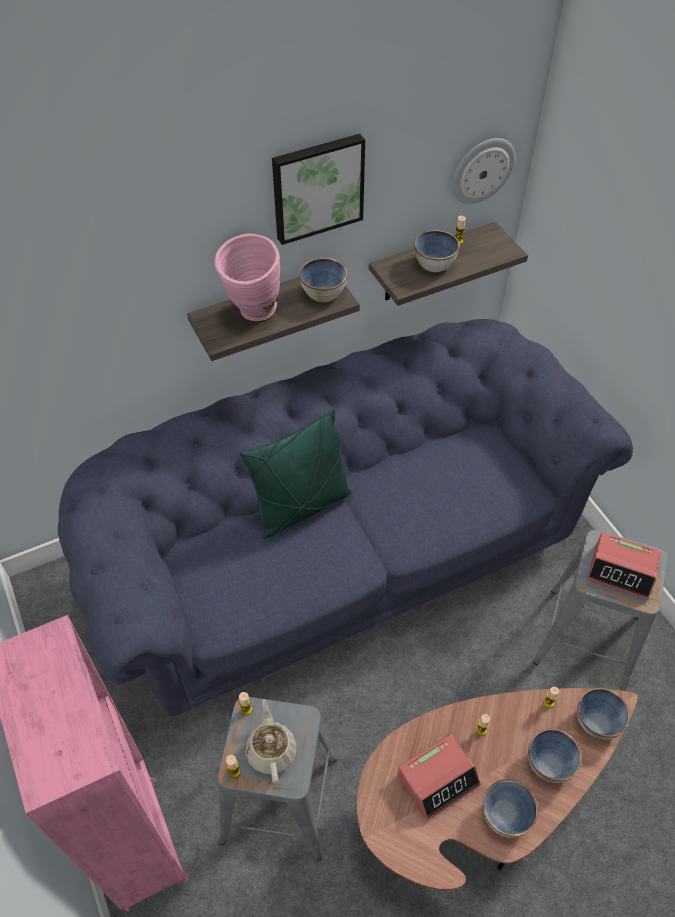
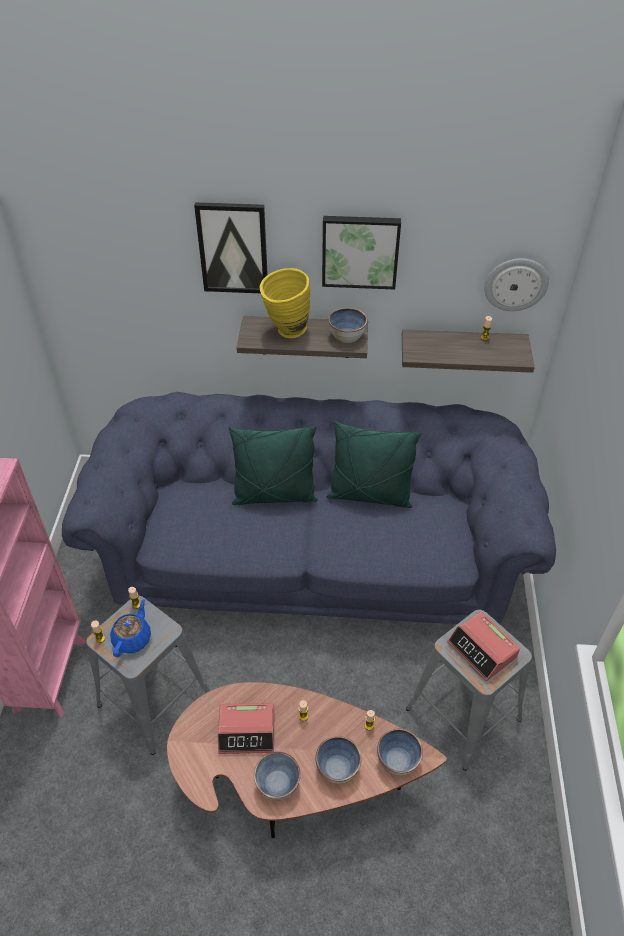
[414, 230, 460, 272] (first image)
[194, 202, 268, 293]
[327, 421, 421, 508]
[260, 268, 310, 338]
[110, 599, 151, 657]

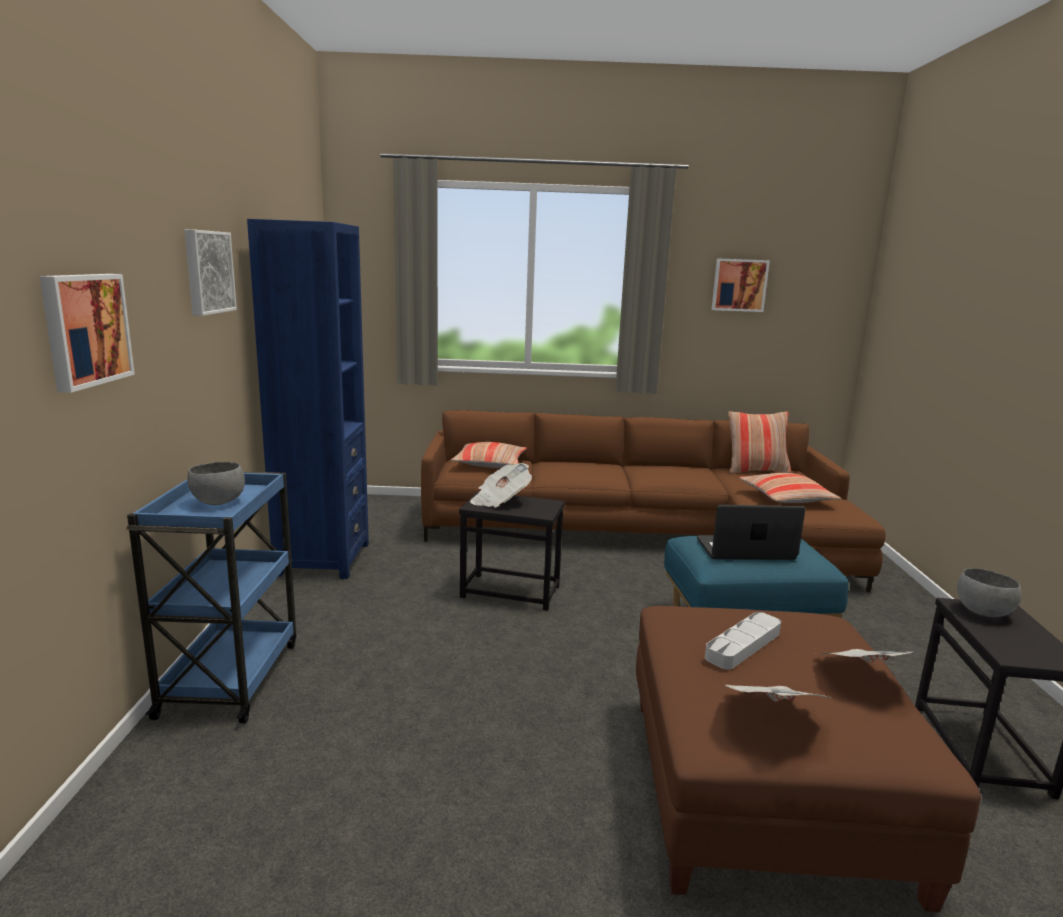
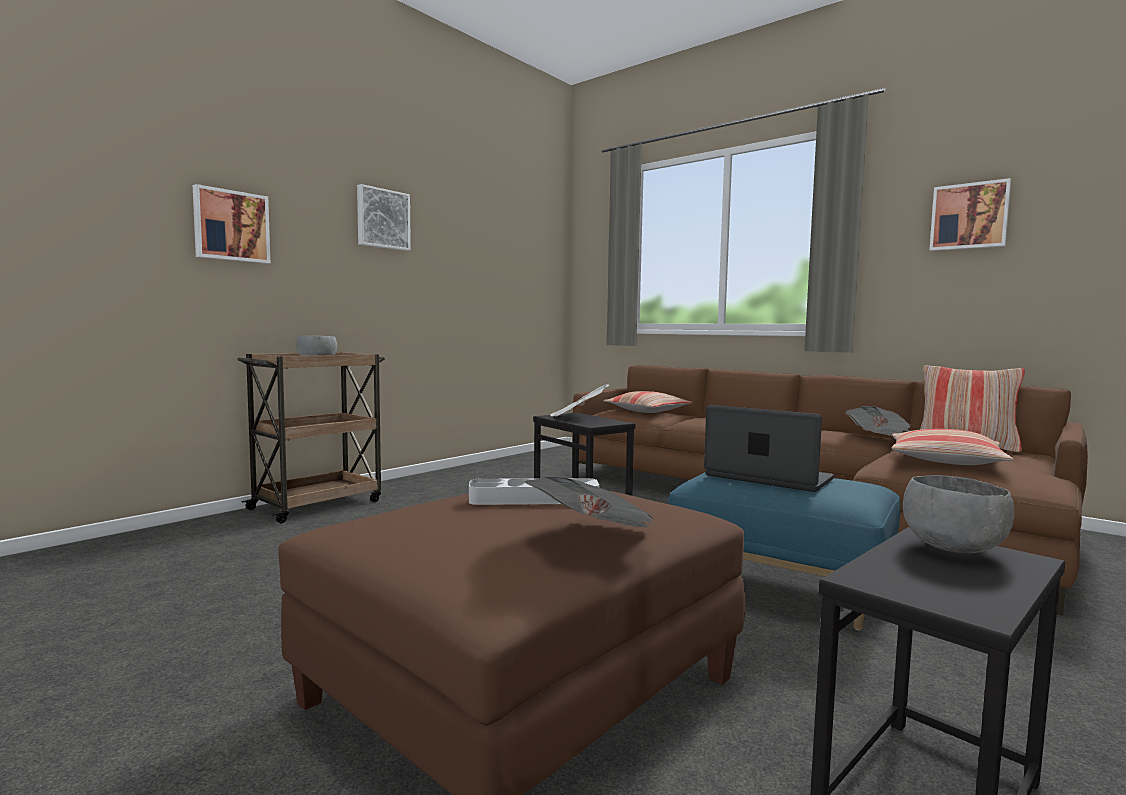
[247, 219, 369, 579] (first image)
[845, 406, 911, 436]
[237, 352, 385, 523]

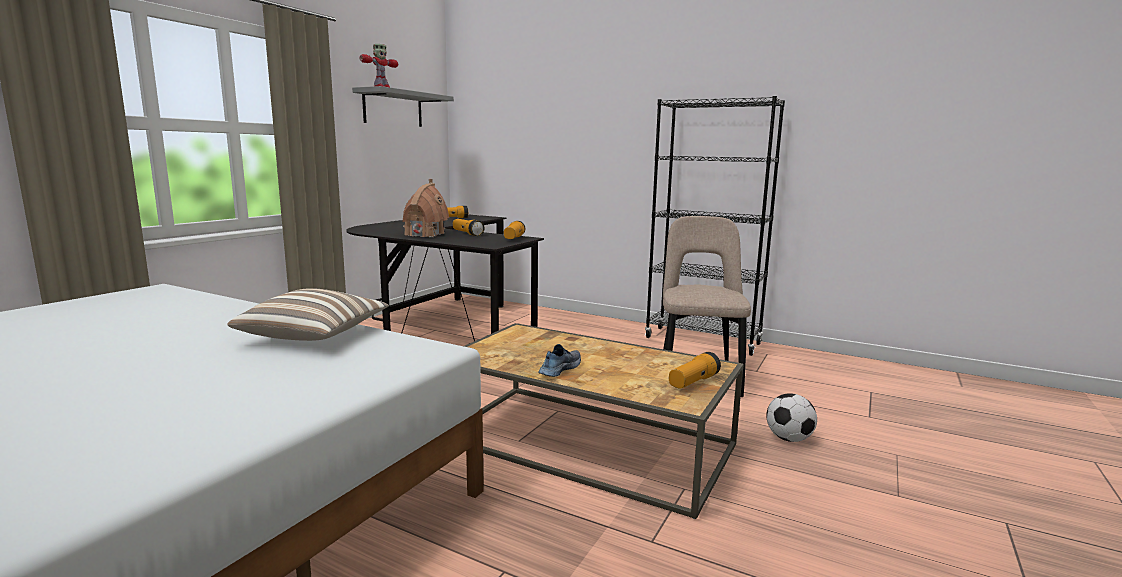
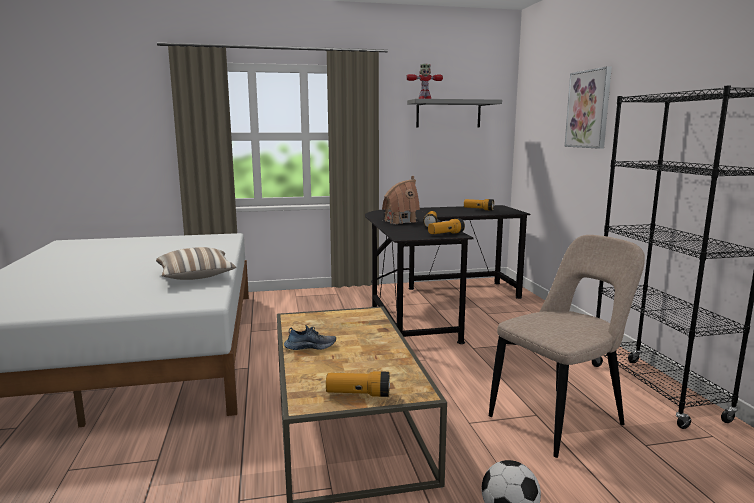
[565, 66, 612, 149]

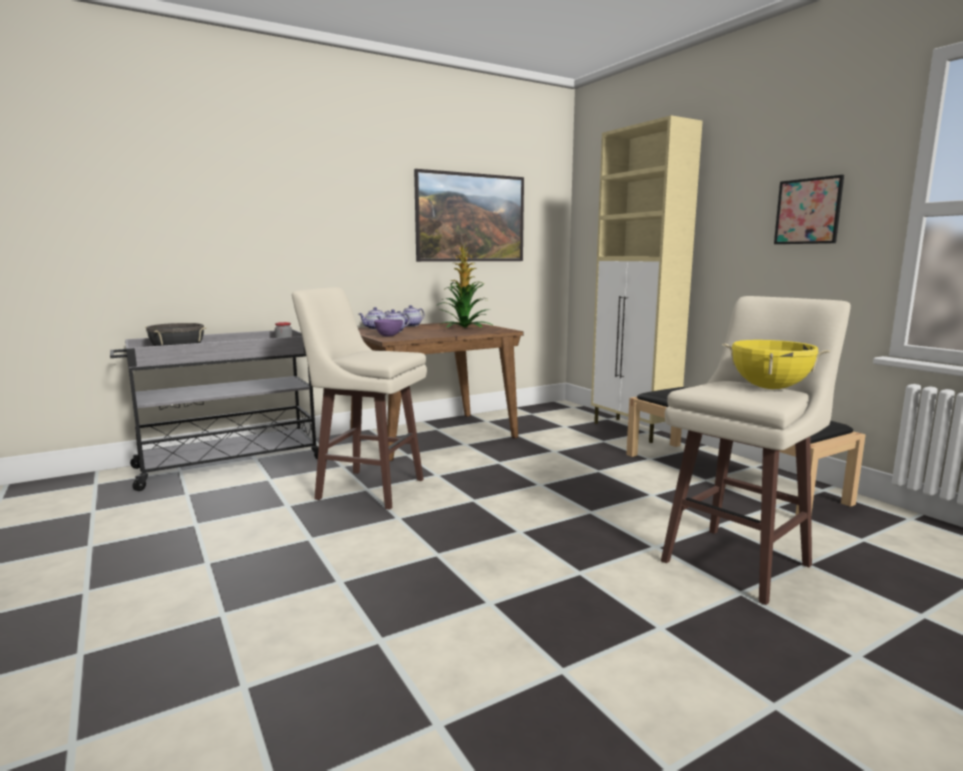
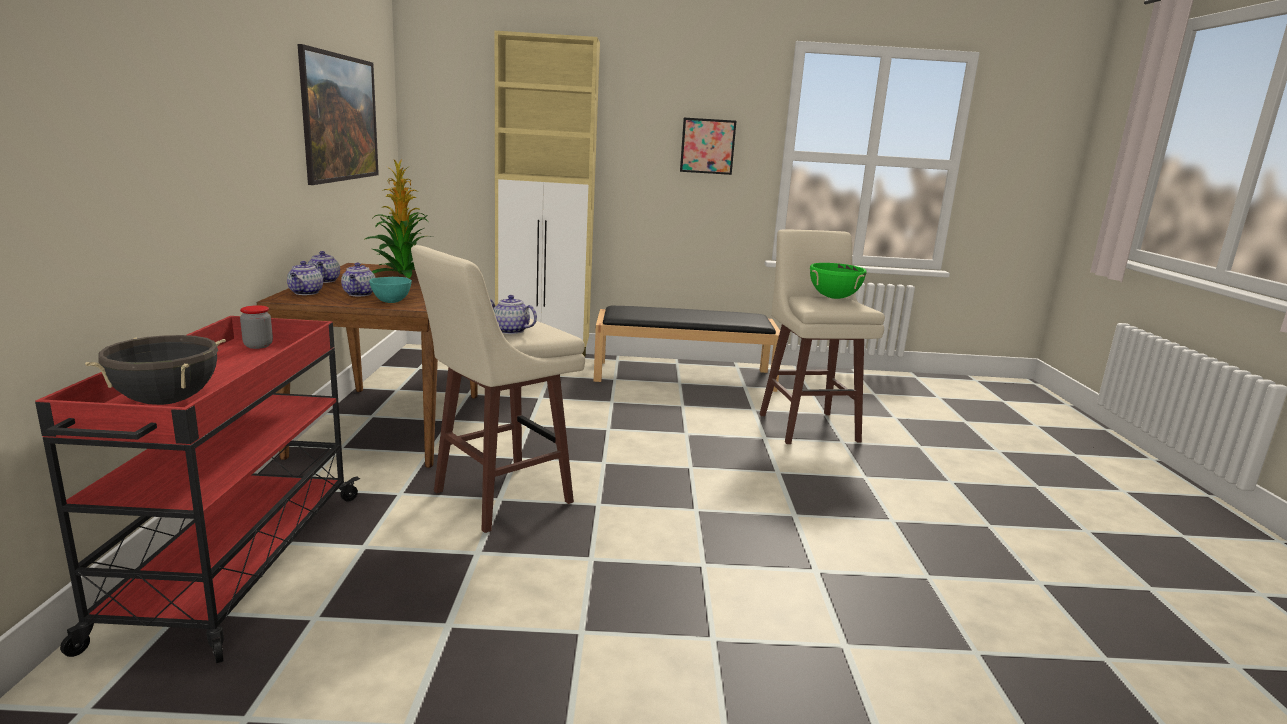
[490, 295, 537, 334]
[35, 316, 360, 664]
[369, 277, 412, 303]
[810, 263, 867, 299]

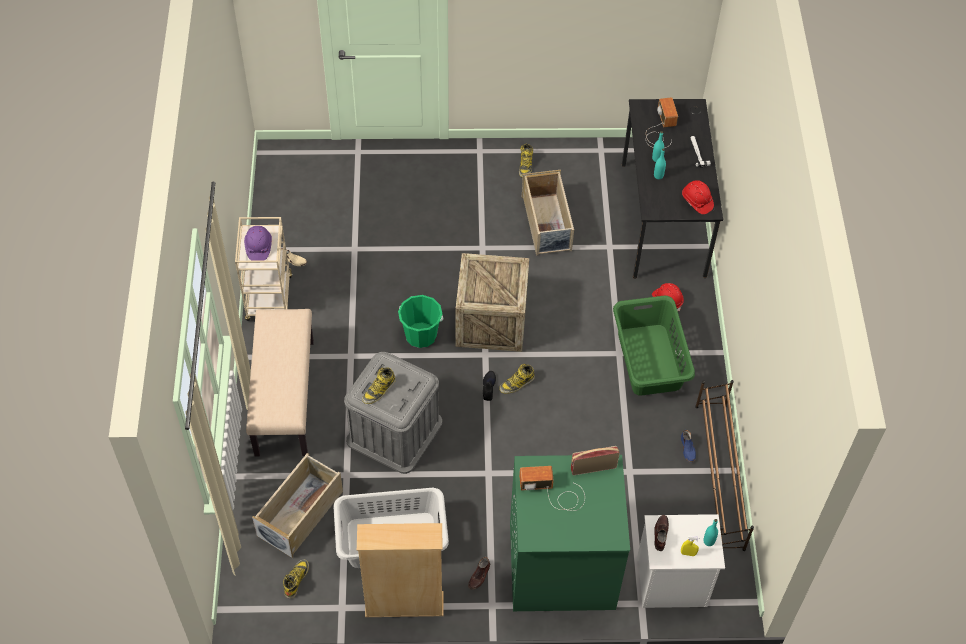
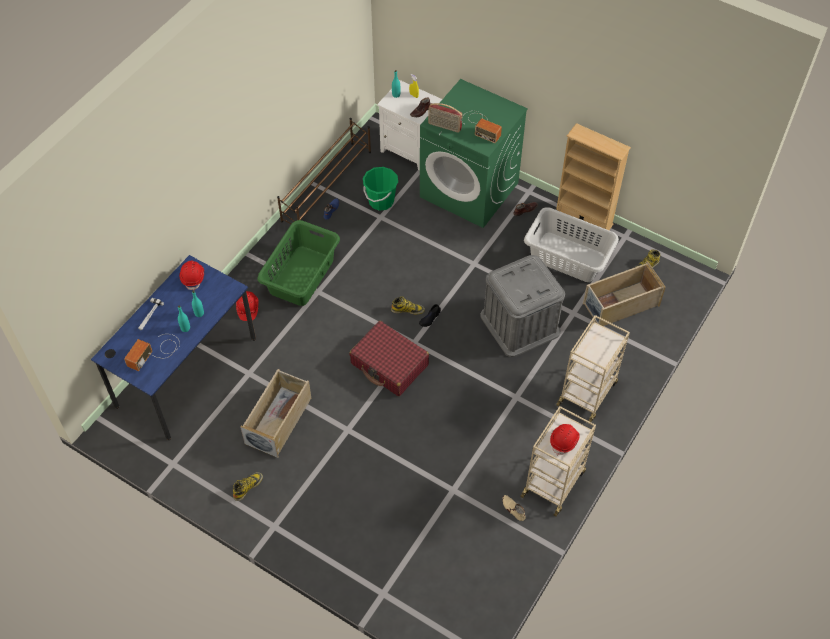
[362, 367, 396, 404] (first image)
[363, 167, 398, 211]
[556, 315, 630, 422]
[349, 321, 429, 396]
[550, 424, 580, 455]
[91, 255, 256, 440]

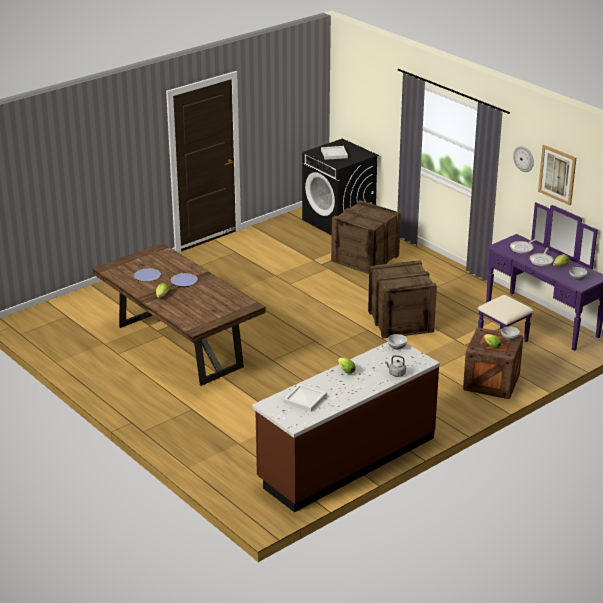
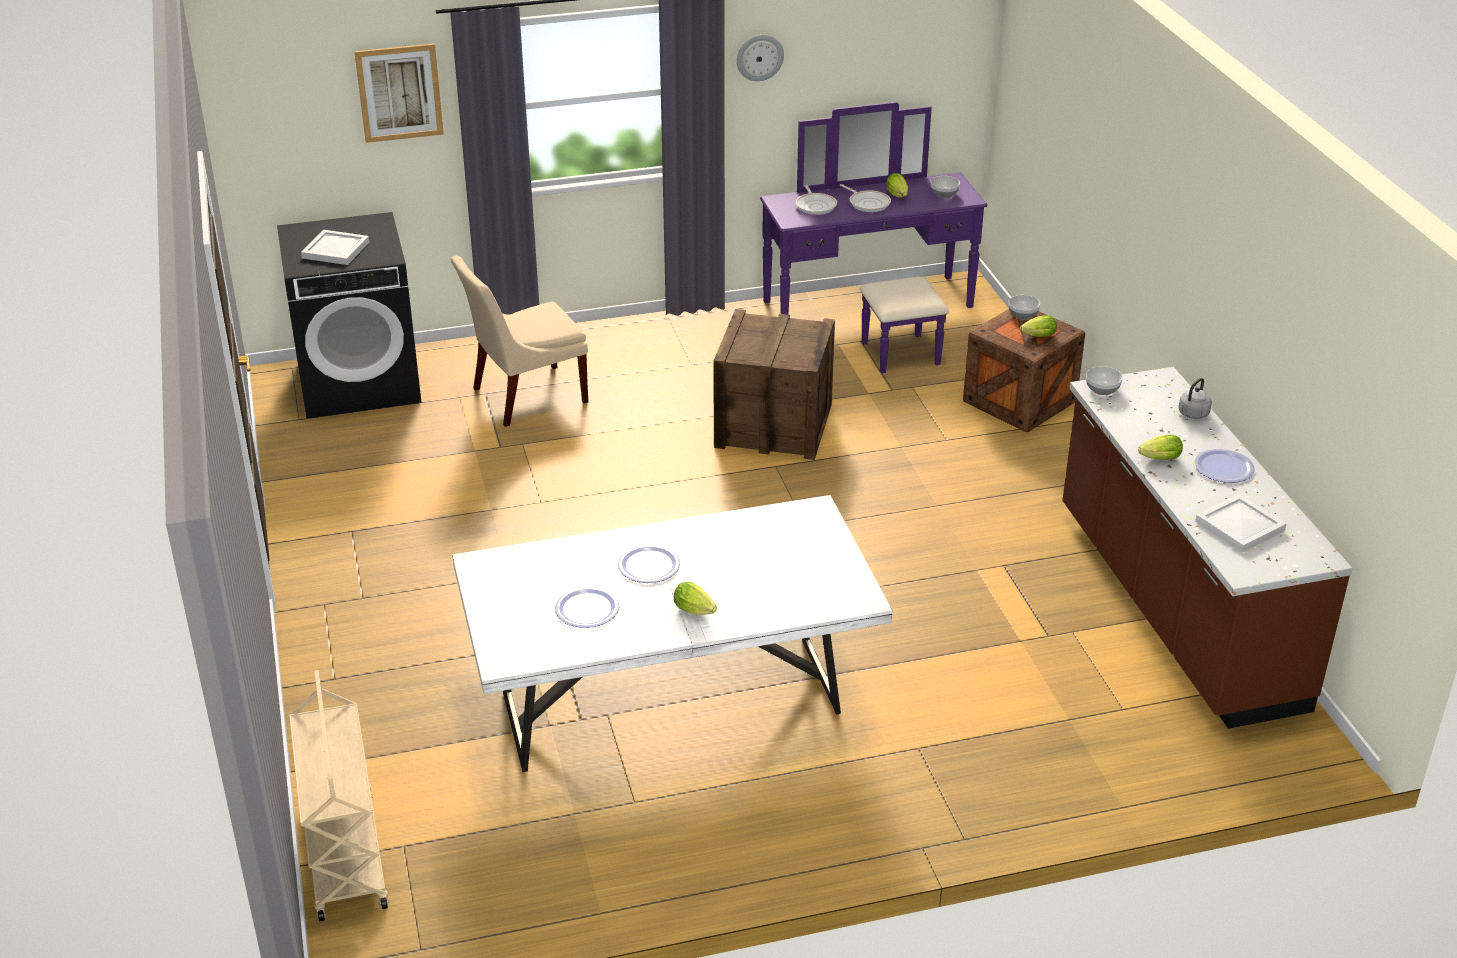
[289, 670, 388, 922]
[1194, 449, 1255, 483]
[354, 43, 444, 143]
[451, 255, 588, 427]
[452, 495, 893, 772]

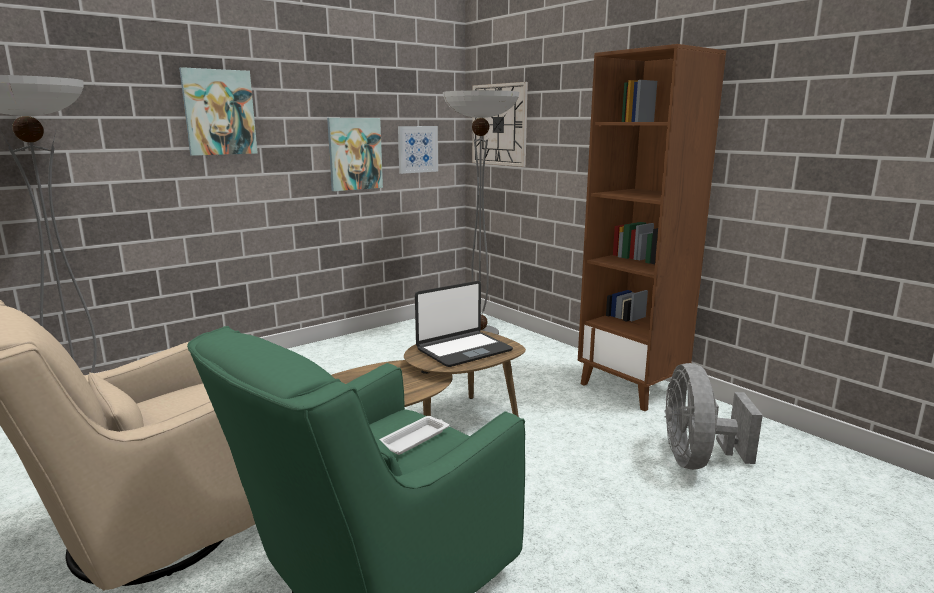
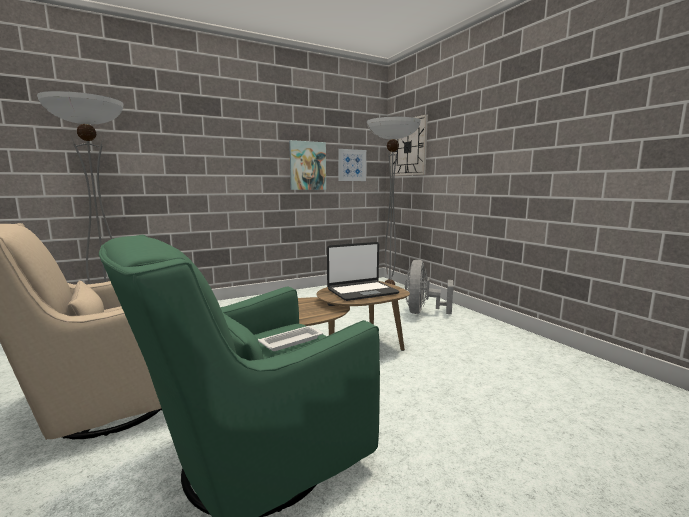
[179, 67, 258, 156] (first image)
[578, 44, 726, 411] (first image)
[405, 260, 453, 314]

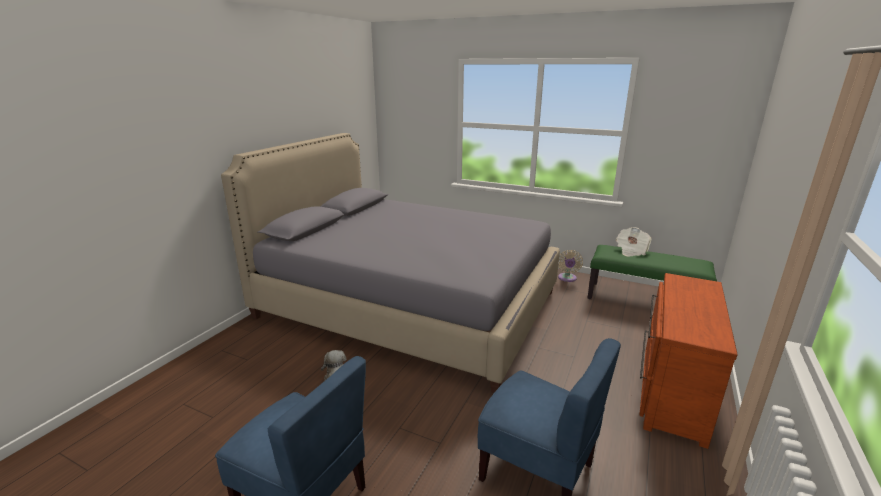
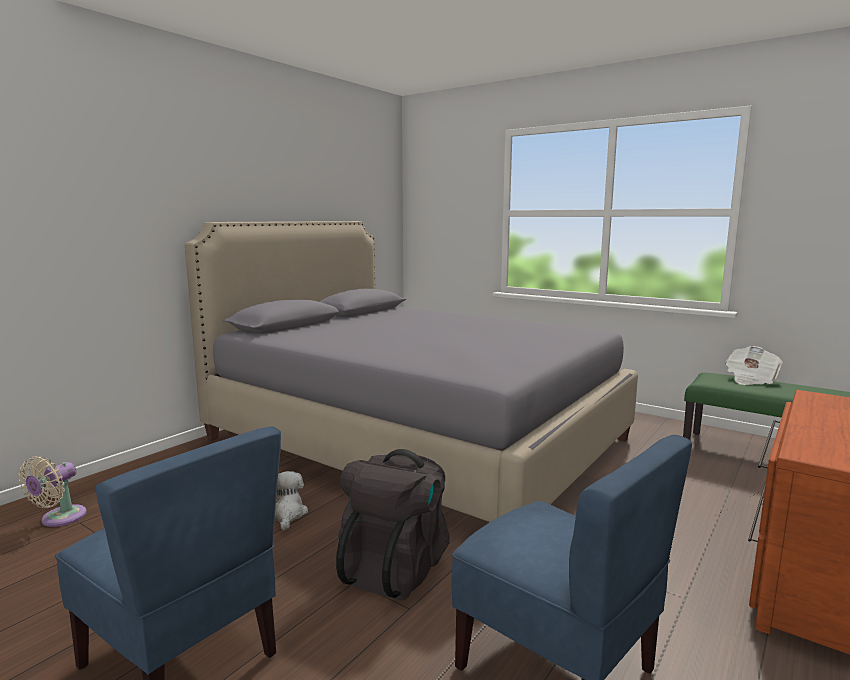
[336, 449, 450, 600]
[19, 456, 87, 527]

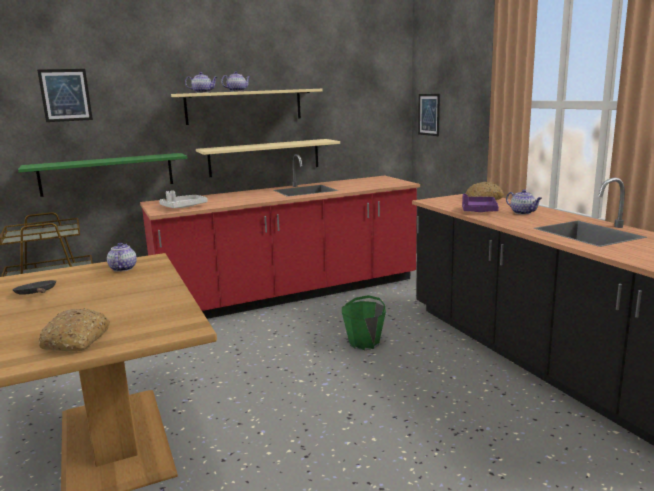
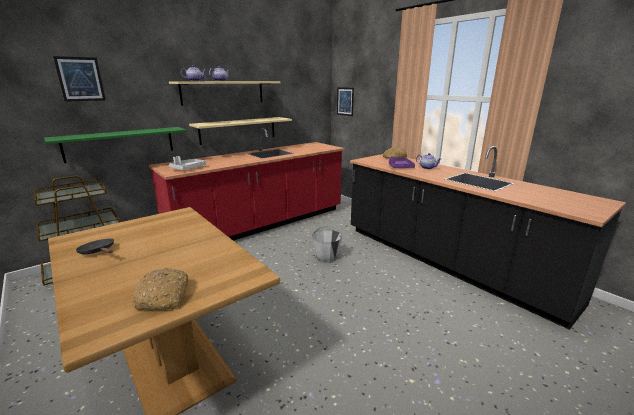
[107, 243, 137, 272] (first image)
[312, 226, 342, 263]

